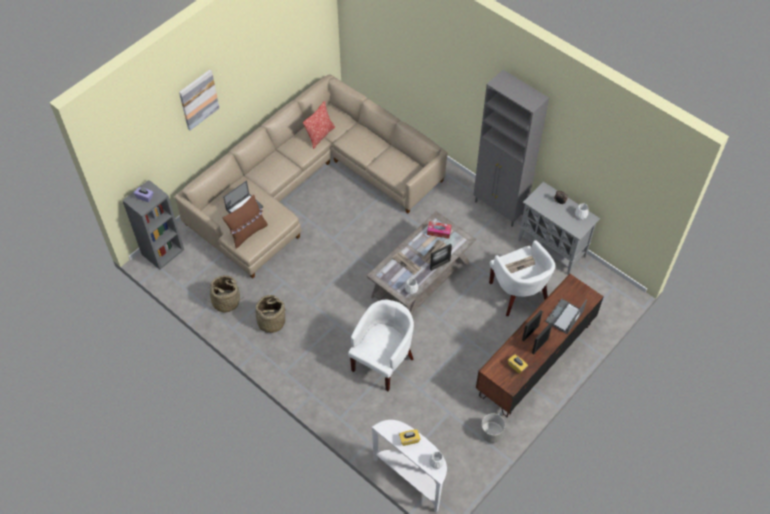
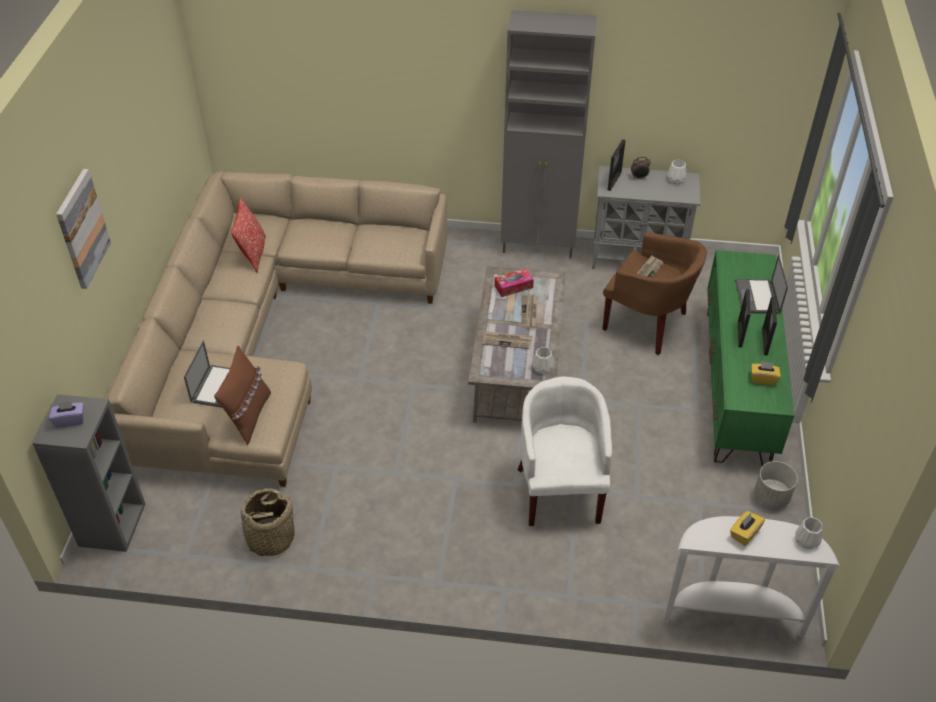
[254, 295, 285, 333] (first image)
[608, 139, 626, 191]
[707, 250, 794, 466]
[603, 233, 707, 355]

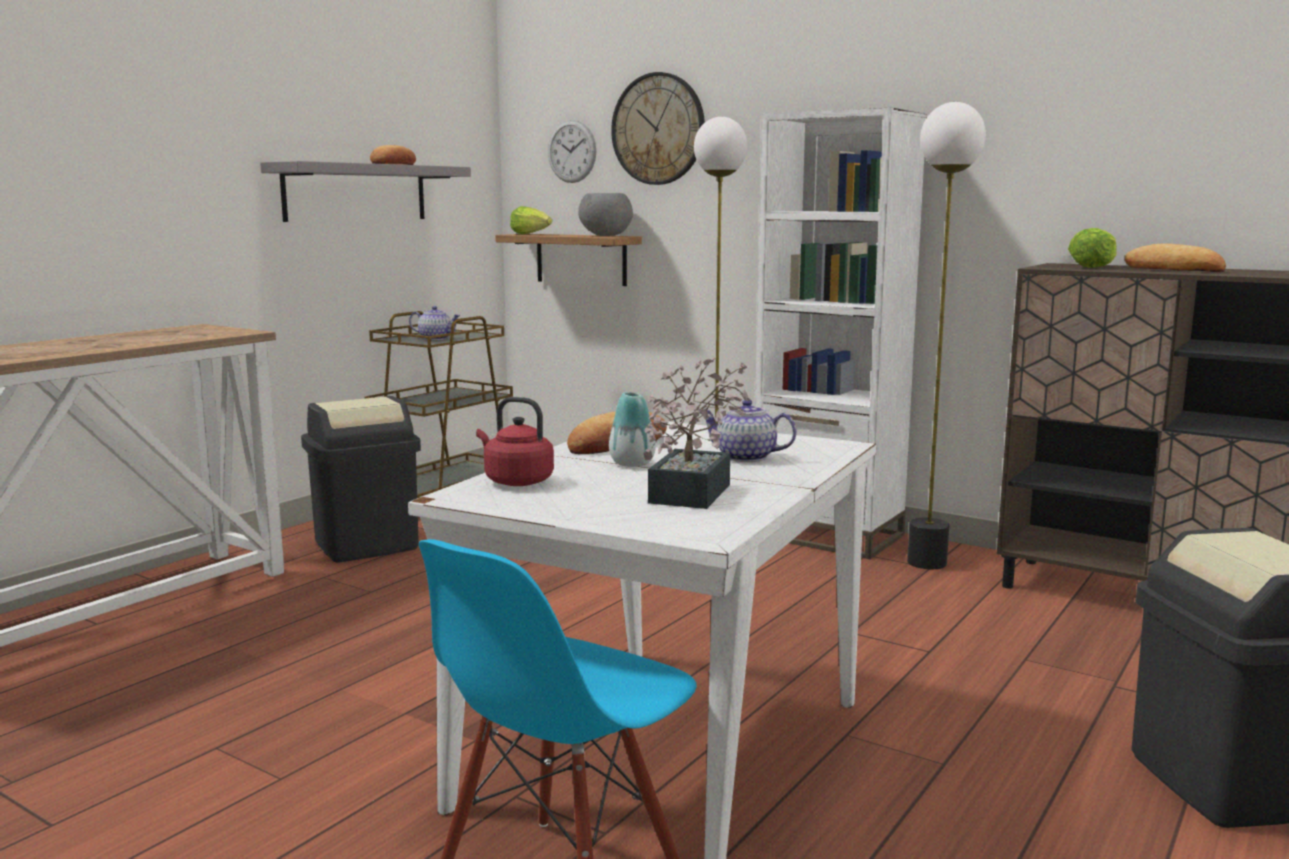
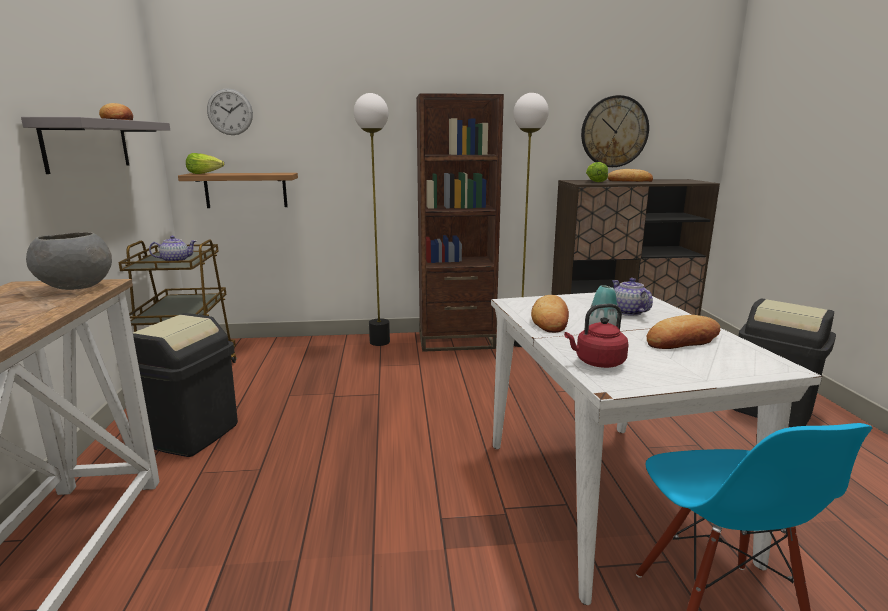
[26, 232, 112, 290]
[581, 95, 649, 167]
[647, 315, 720, 349]
[416, 93, 504, 352]
[612, 278, 653, 316]

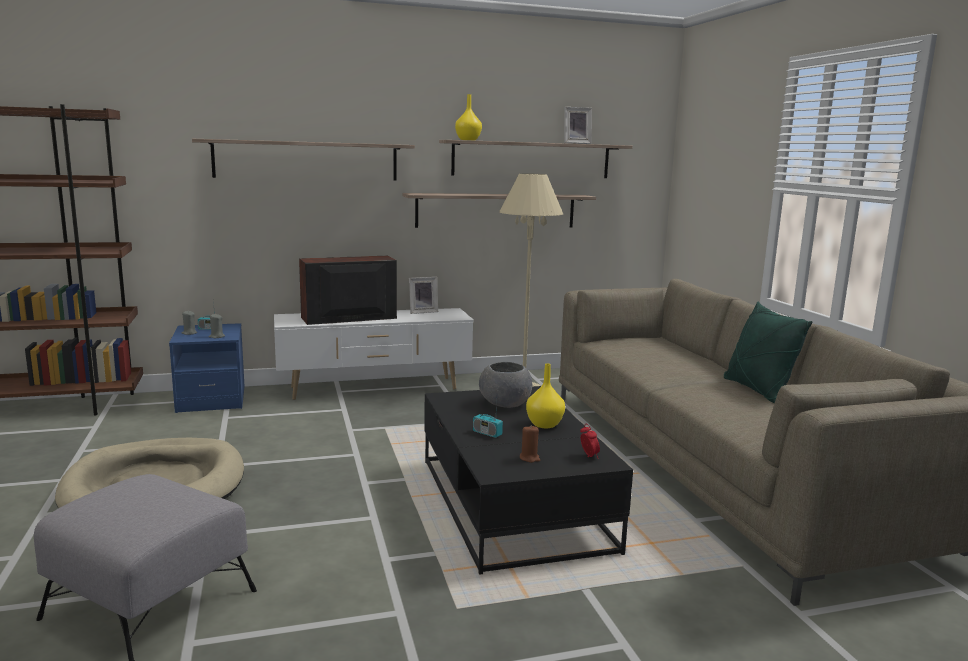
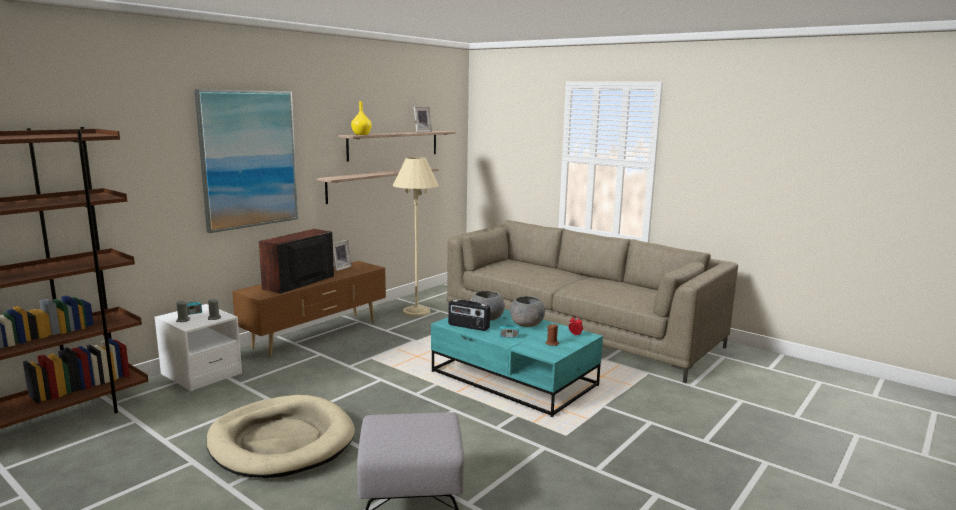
[724, 302, 813, 403] (first image)
[448, 300, 490, 331]
[194, 89, 298, 233]
[510, 296, 545, 327]
[154, 304, 242, 392]
[232, 261, 386, 357]
[431, 309, 603, 417]

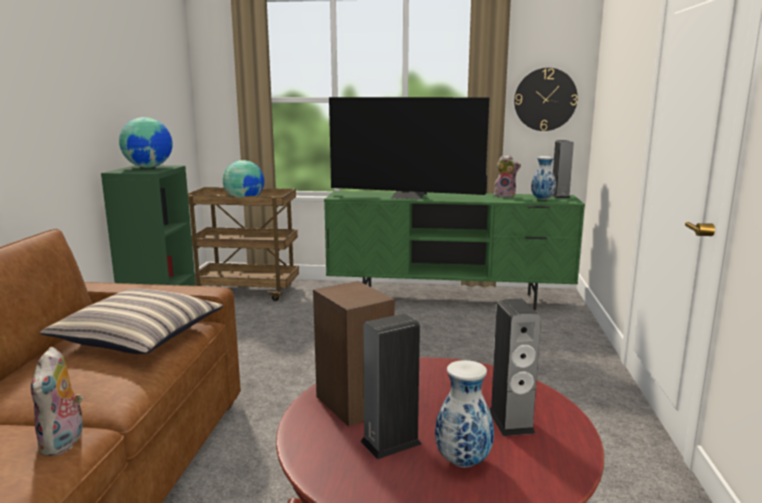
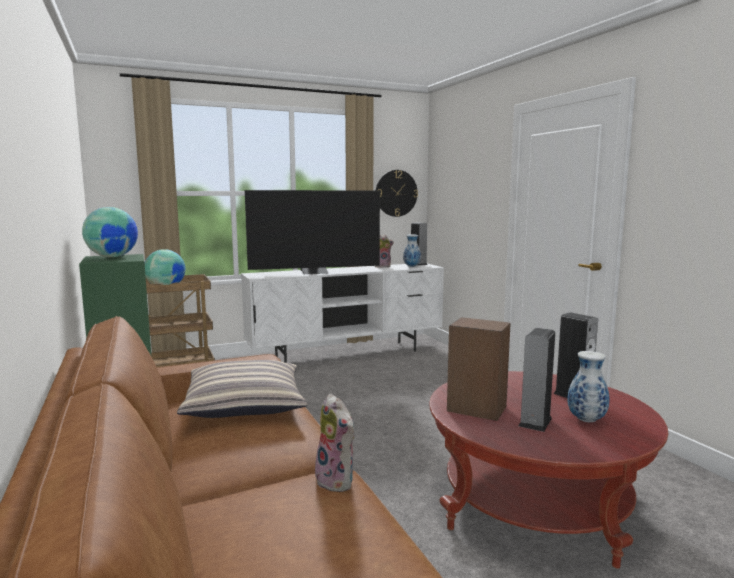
[241, 264, 444, 363]

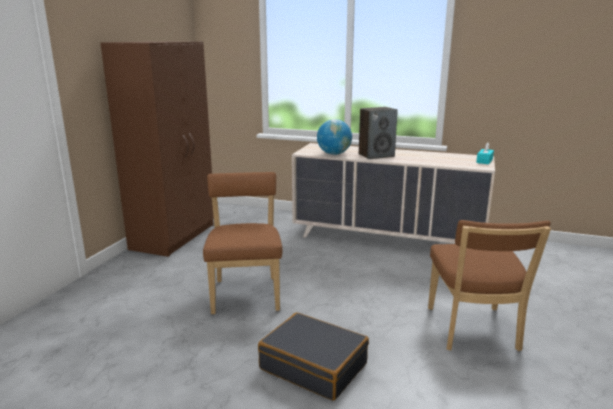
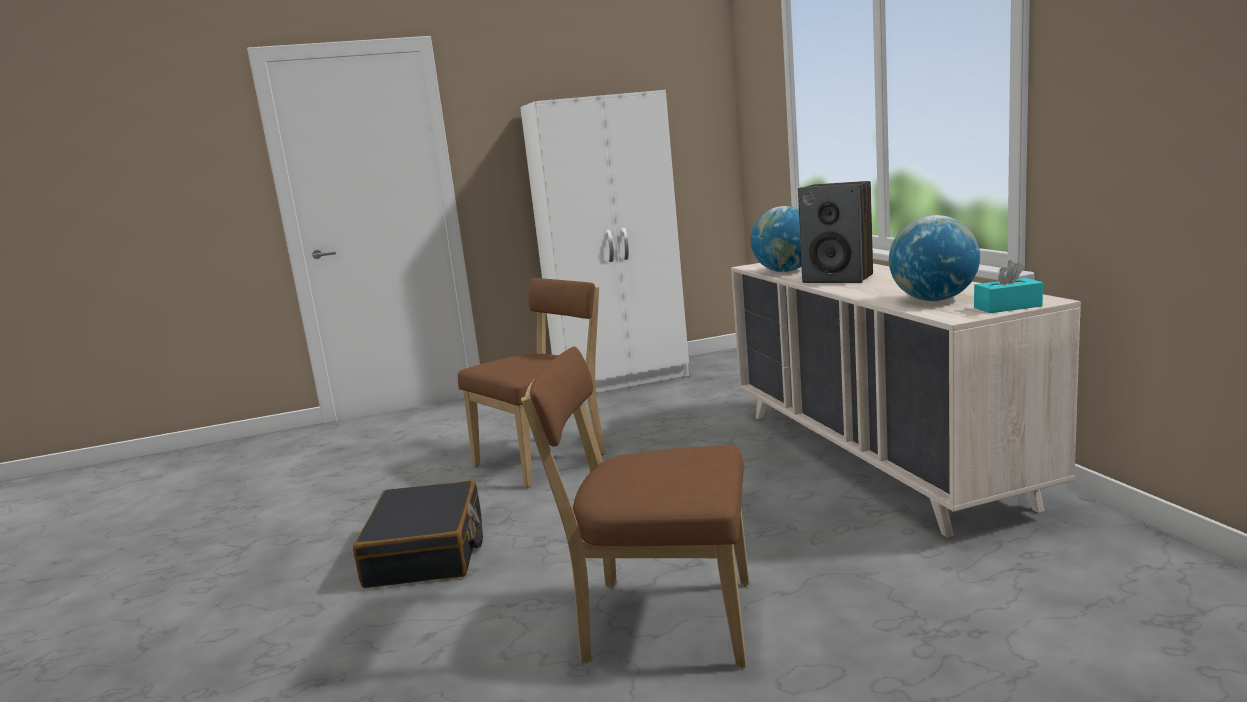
[889, 215, 980, 301]
[520, 90, 689, 393]
[521, 346, 749, 668]

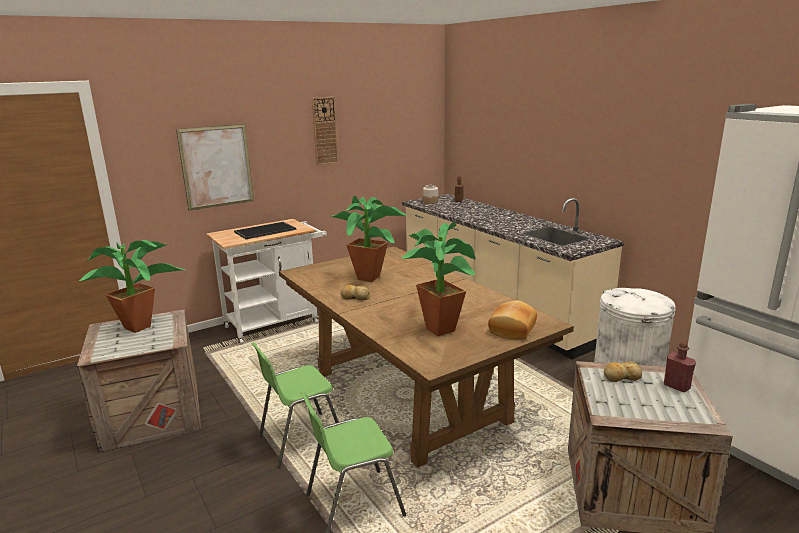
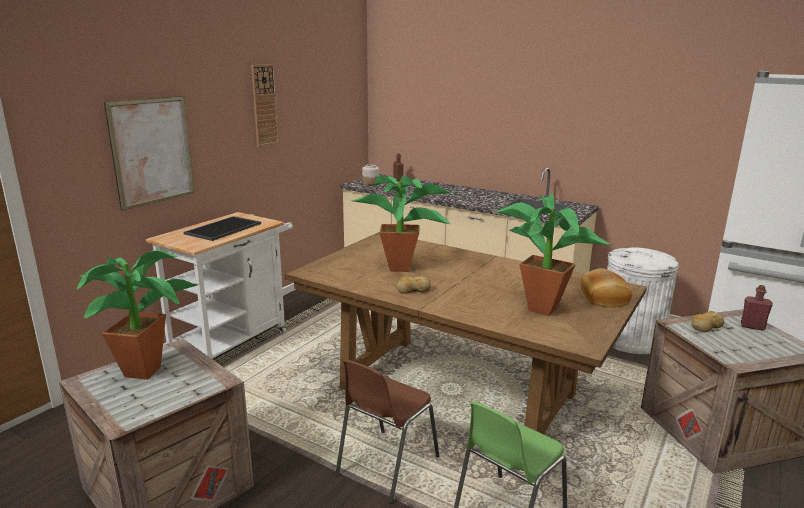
[335, 359, 440, 504]

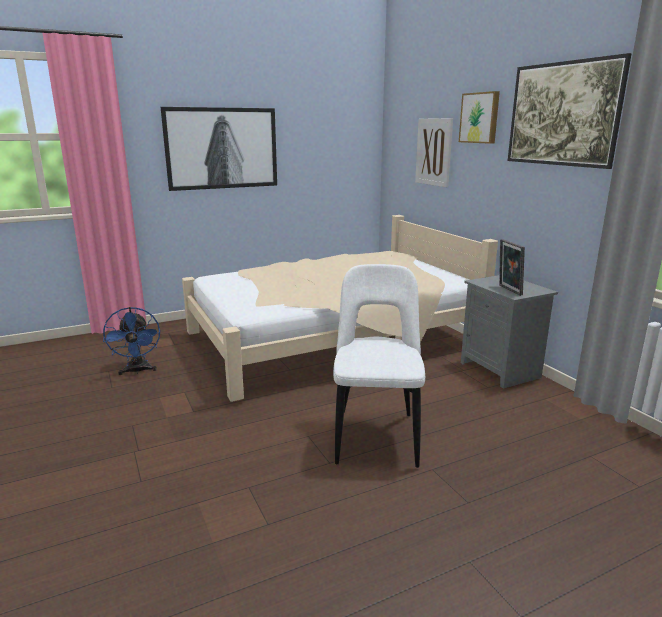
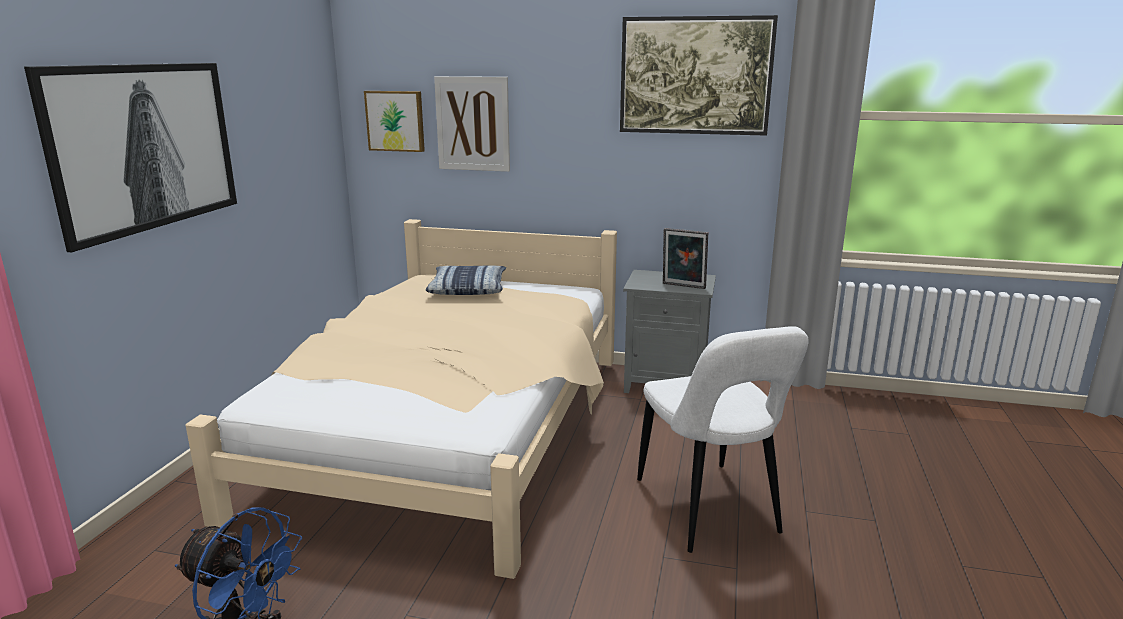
[426, 265, 506, 295]
[364, 91, 425, 152]
[637, 326, 809, 553]

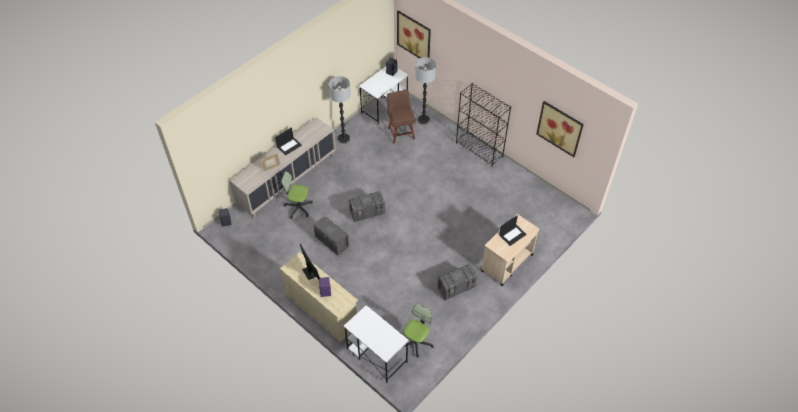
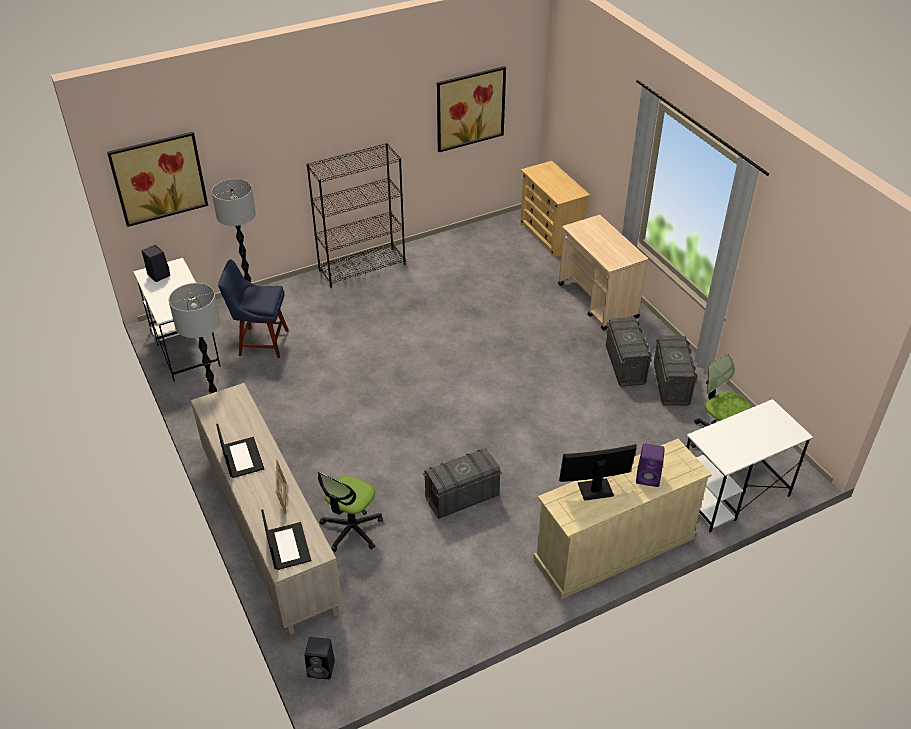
[520, 161, 590, 258]
[654, 336, 697, 406]
[261, 509, 311, 570]
[218, 260, 289, 358]

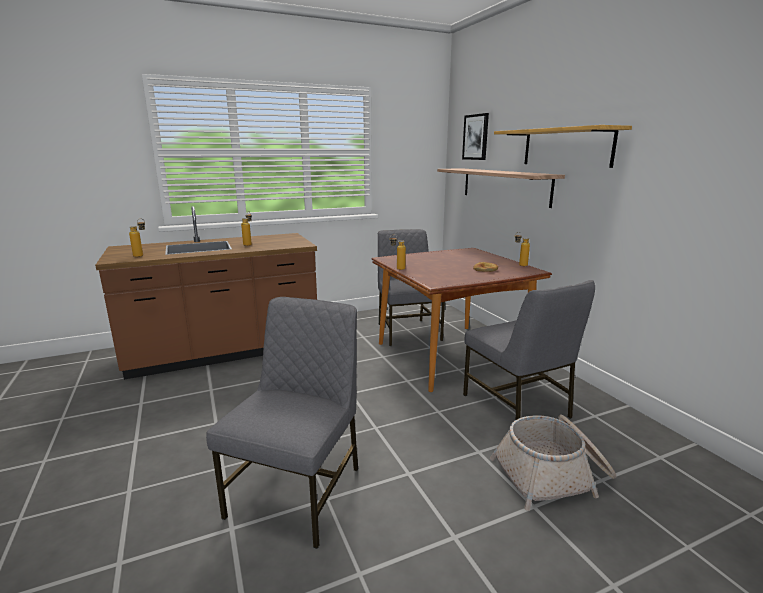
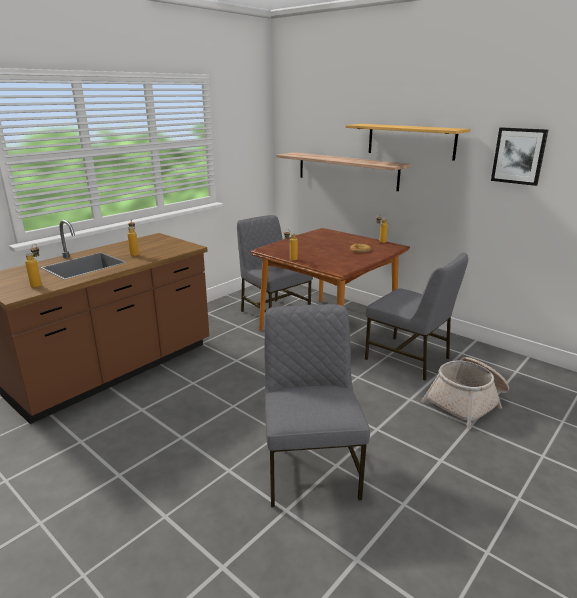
[491, 127, 548, 186]

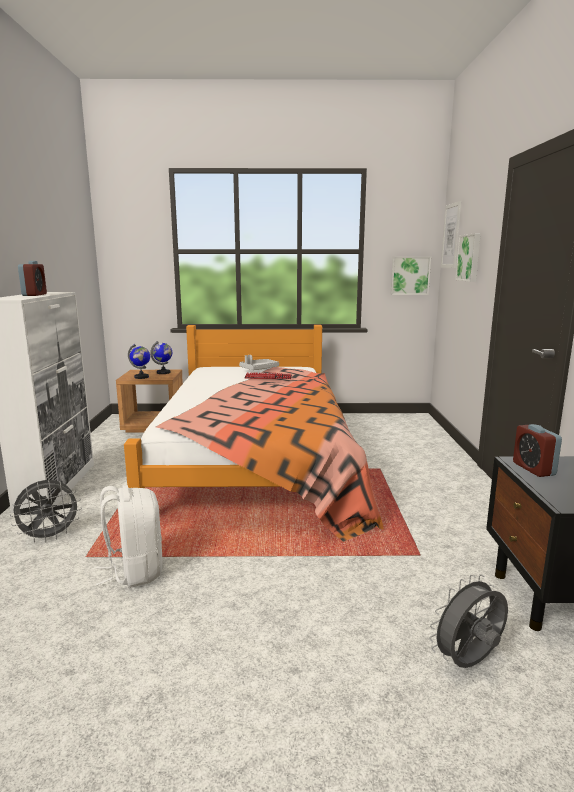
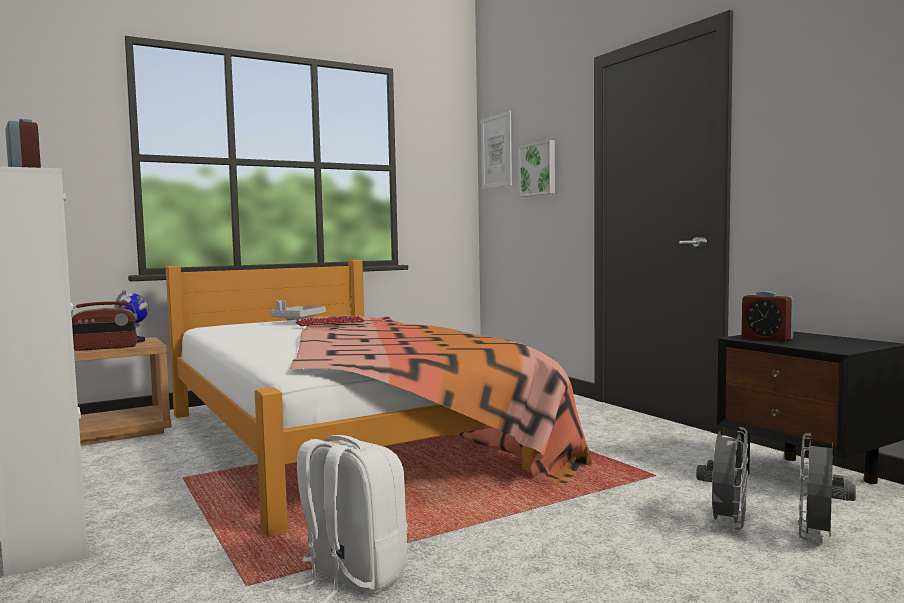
[391, 256, 431, 295] (first image)
[696, 427, 749, 530]
[71, 301, 137, 351]

